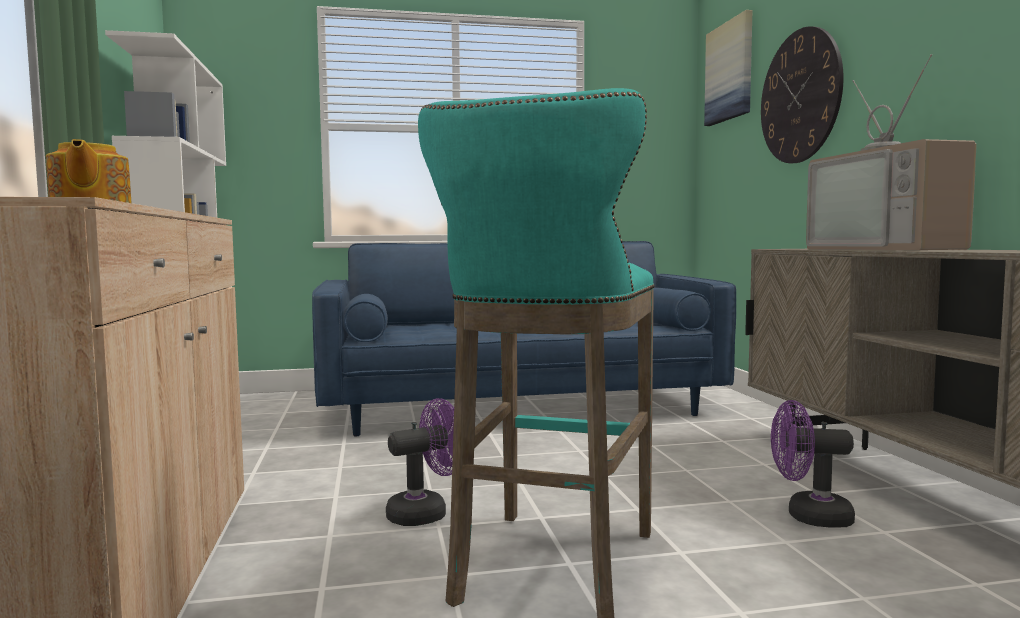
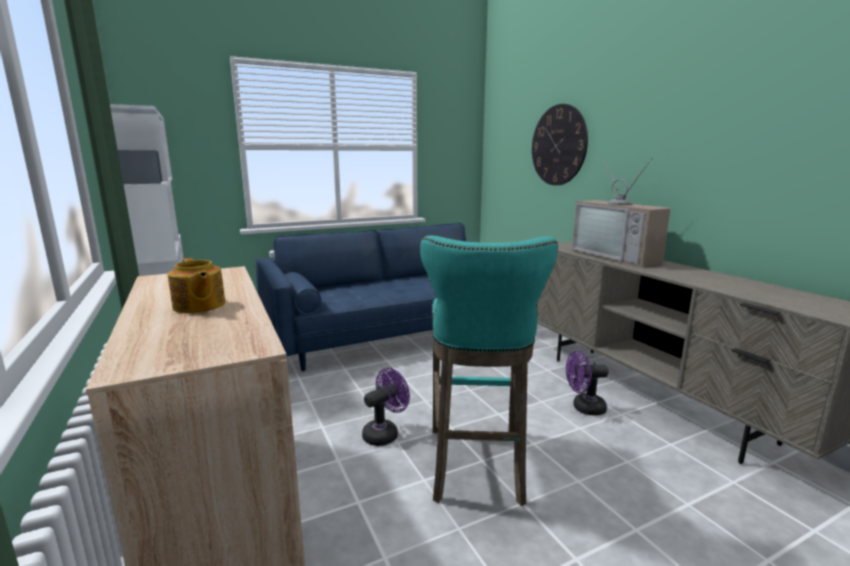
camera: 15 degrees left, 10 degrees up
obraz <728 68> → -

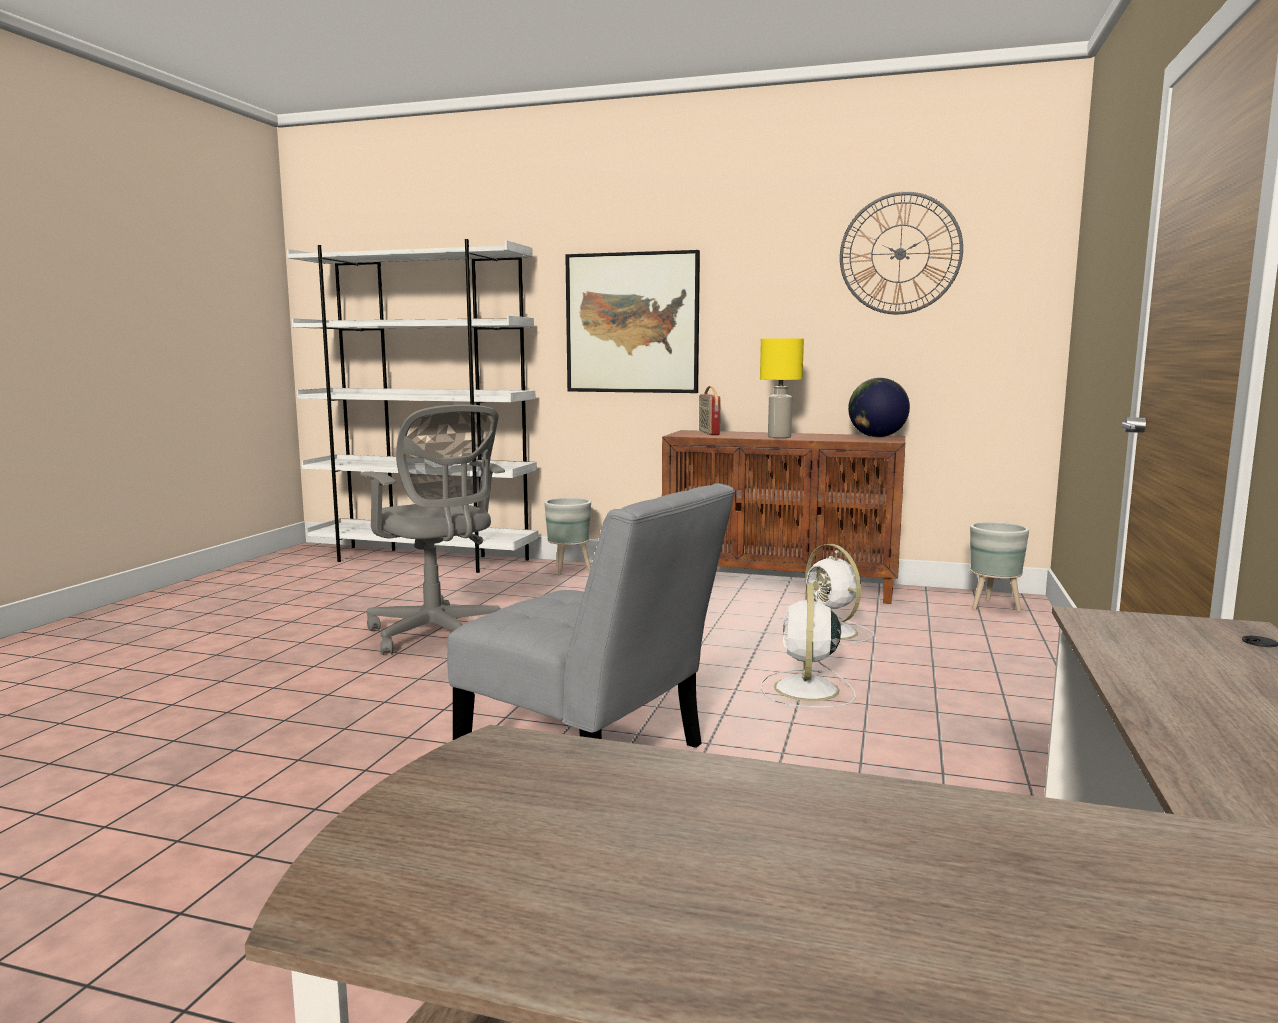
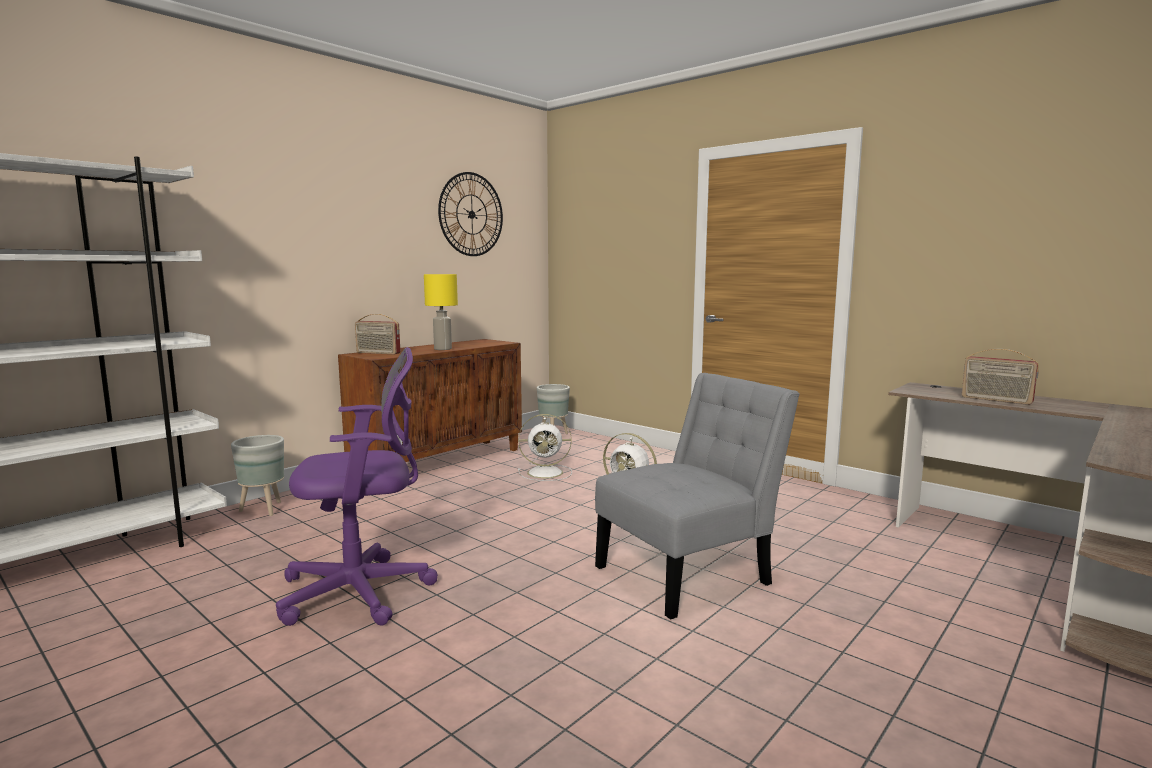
camera: 65 degrees left, 0 degrees up
obraz <632 321> → -
globus <879 407> → -
krzesło biurowe/szary <432 529> → krzesło biurowe/fioletowy <357 486>
- → radio <1000 377>

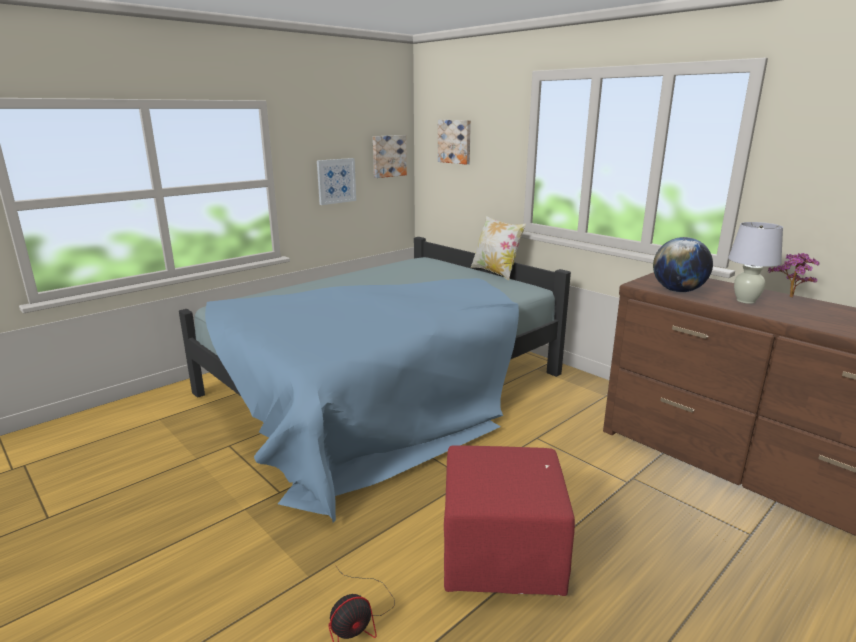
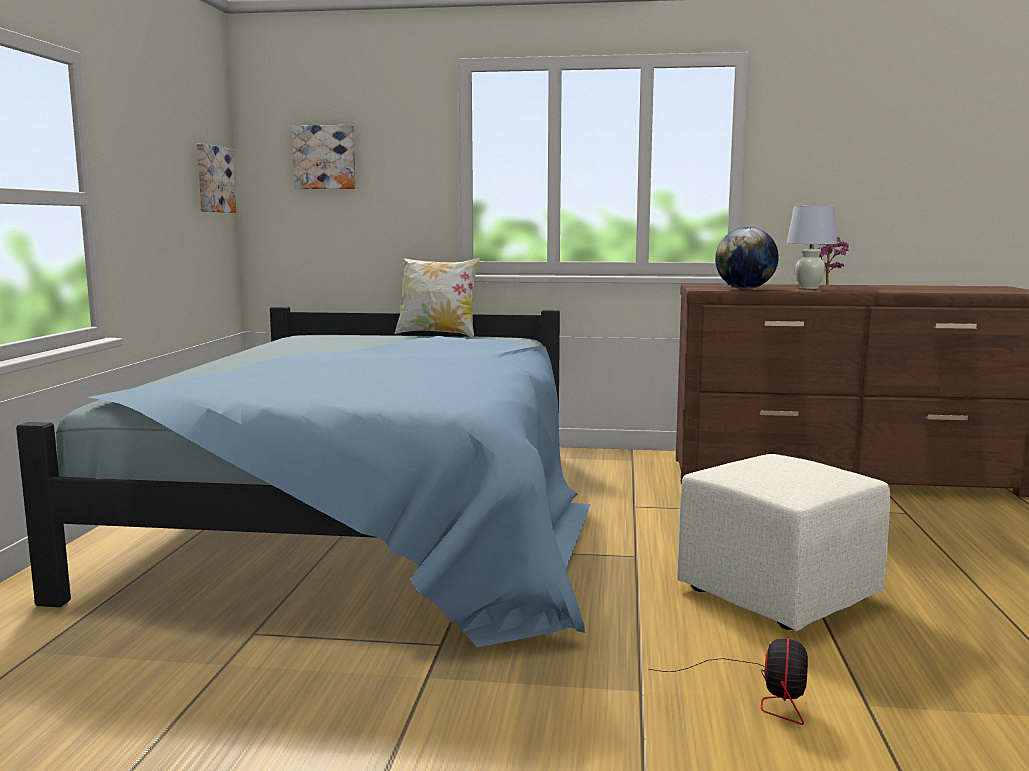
camera: 40 degrees left, 10 degrees down
obraz <336 181> → -
pufa/czerwony <509 520> → pufa/beżowy <783 542>

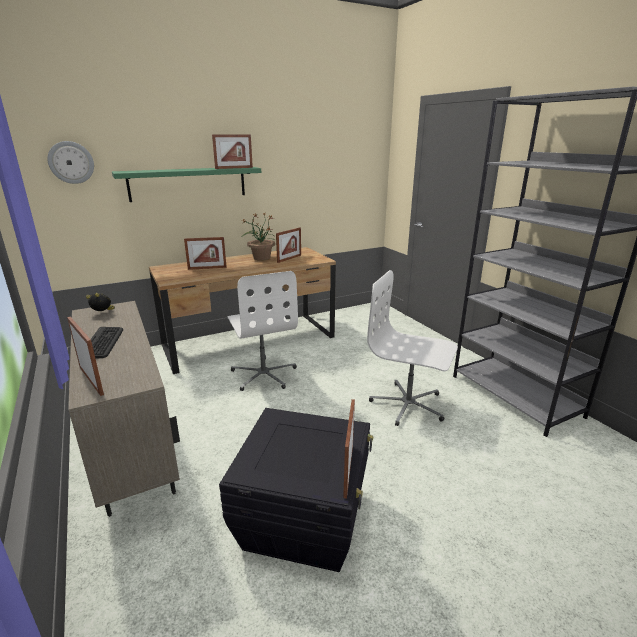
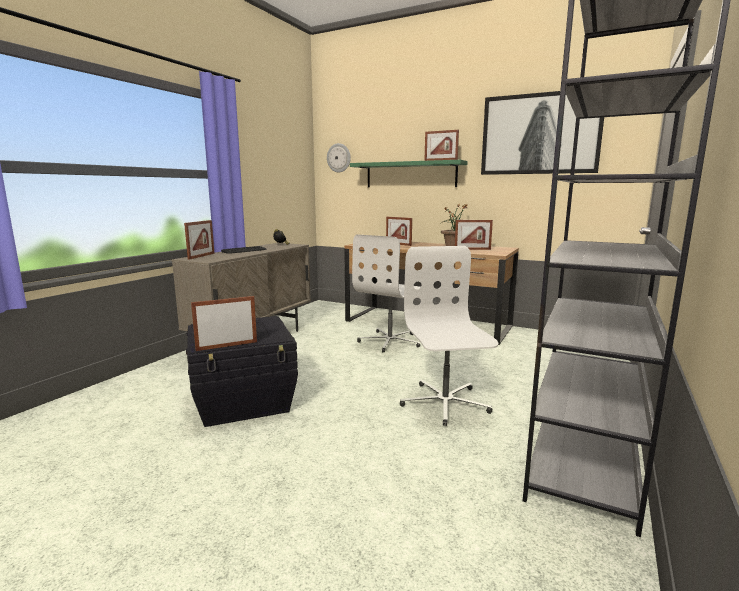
camera: 55 degrees right, 10 degrees down
- → obraz <542 133>

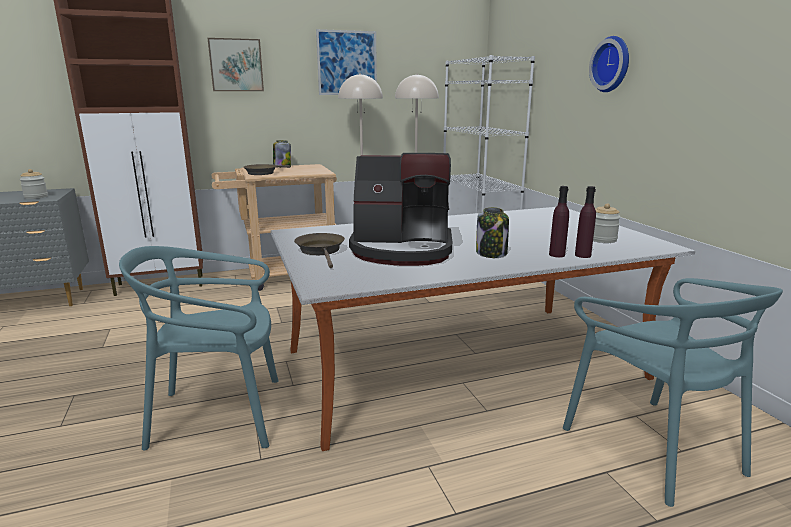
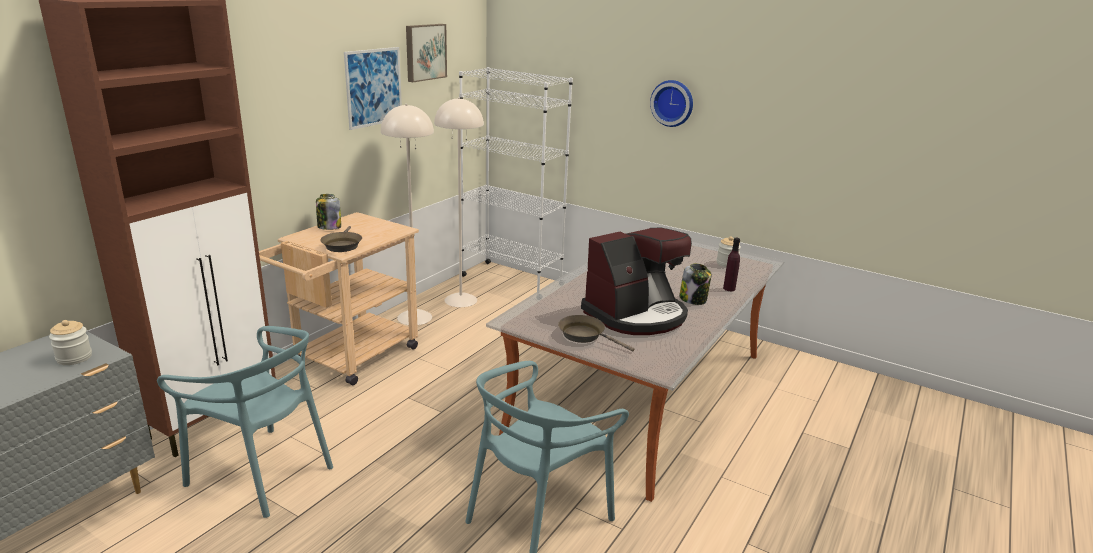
camera: 40 degrees left, 5 degrees up
obraz <236 64> → obraz <426 53>, move
butelka/fioletowy <585 222> → -
krzesło/turkusowy <673 392> → krzesło/turkusowy <245 422>, move

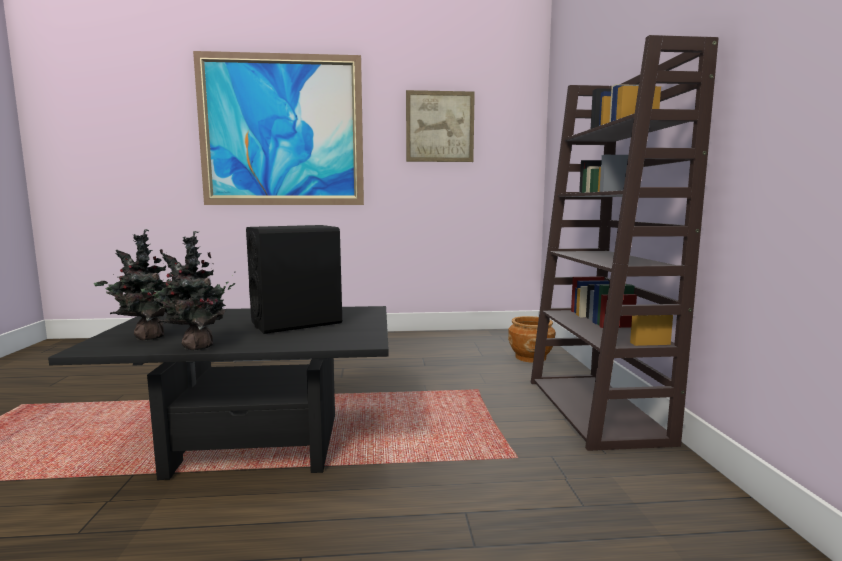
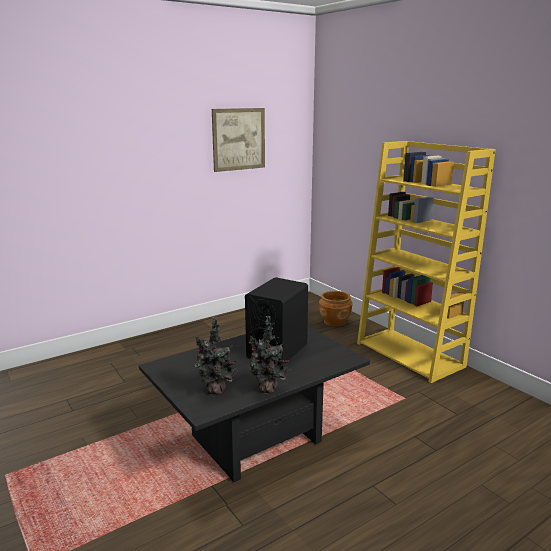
camera: 30 degrees left, 10 degrees up
regał/brązowy <625 243> → regał/żółty <426 262>
obraz <278 128> → -

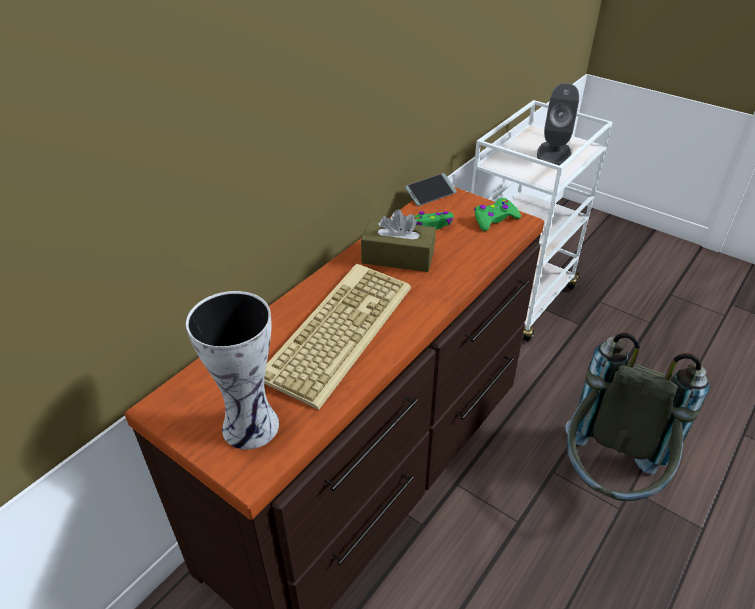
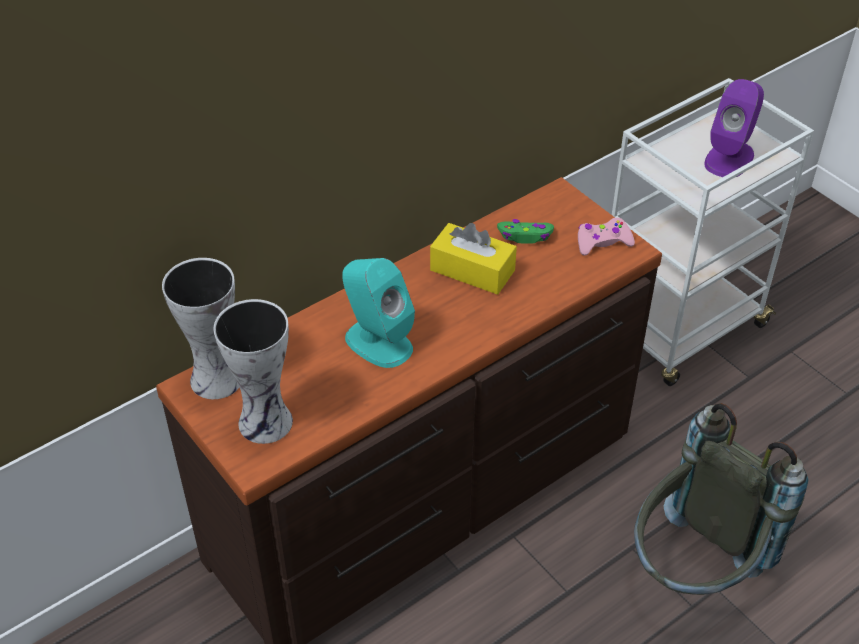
camera: 15 degrees right, 5 degrees up
głośnik/szary <558 124> → głośnik/fioletowy <734 128>
telefon <431 189> → -
pad do gier/zielony <497 214> → pad do gier/różowy <606 237>
pudełko chusteczek/brązowy <398 240> → pudełko chusteczek/żółty <473 259>
klawiatura <337 337> → głośnik/turkusowy <378 313>
- → wazon <200 328>

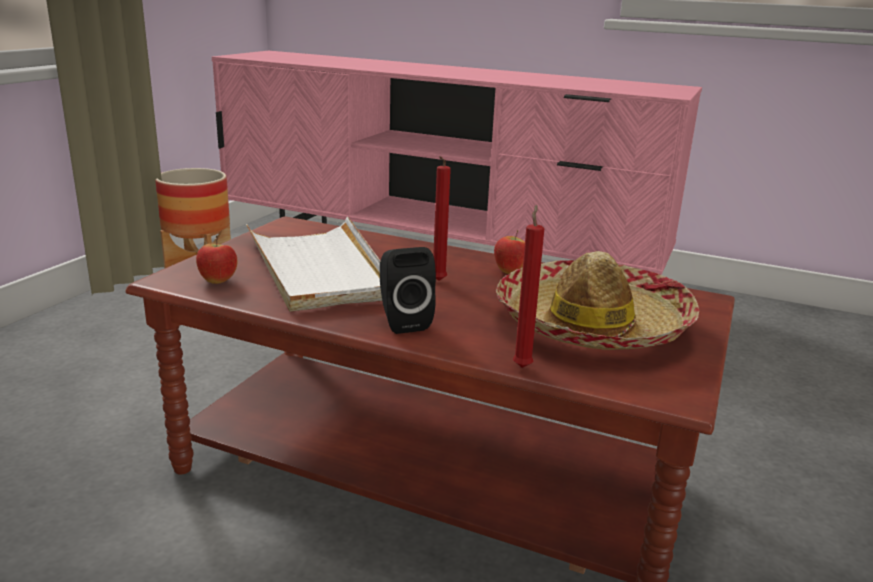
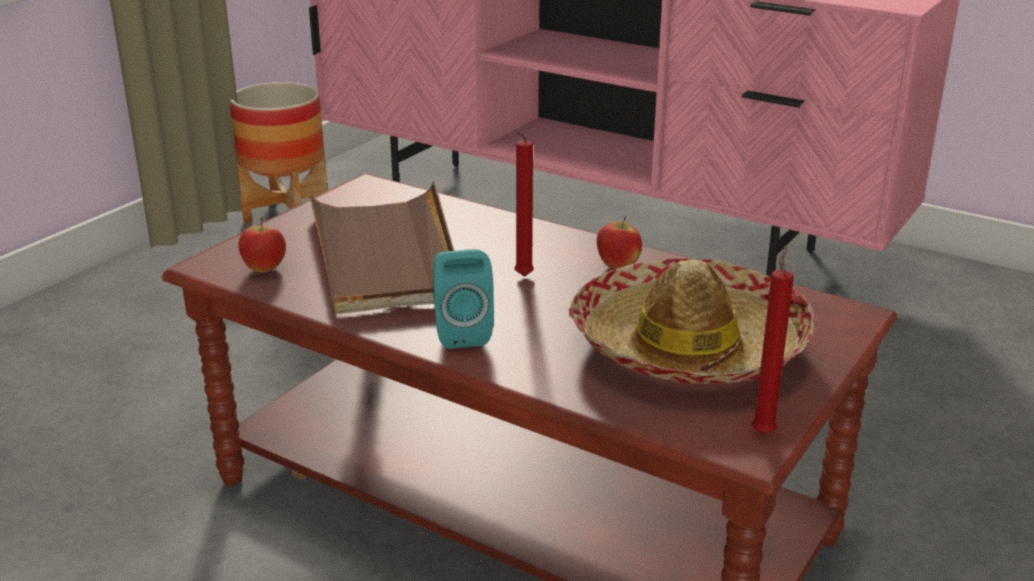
camera: 10 degrees right, 5 degrees up
świeca/czerwony <528 286> → świeca/czerwony <773 339>, move
taca/biały <314 264> → taca/brązowy <381 248>
głośnik/czarny <408 290> → głośnik/turkusowy <463 299>

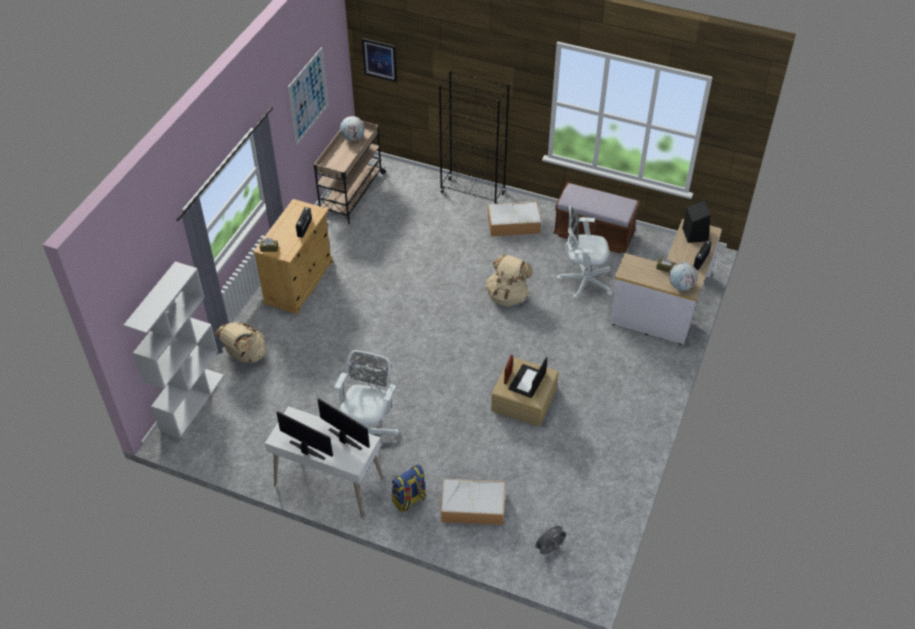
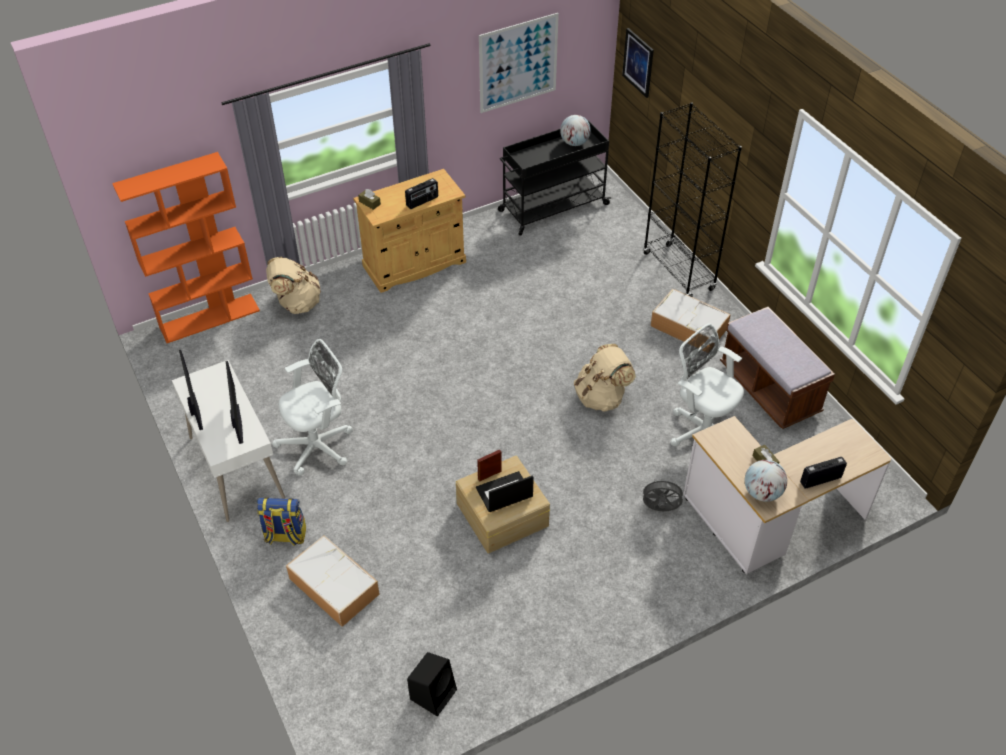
camera: 40 degrees right, 0 degrees up
wózek/beżowy <350 172> → wózek/czarny <554 178>
głośnik/czarny <696 222> → głośnik/czarny <432 684>, move
regał/biały <174 349> → regał/pomarańczowy <186 247>
wentylator/szary <549 538> → wentylator/szary <663 494>, move

